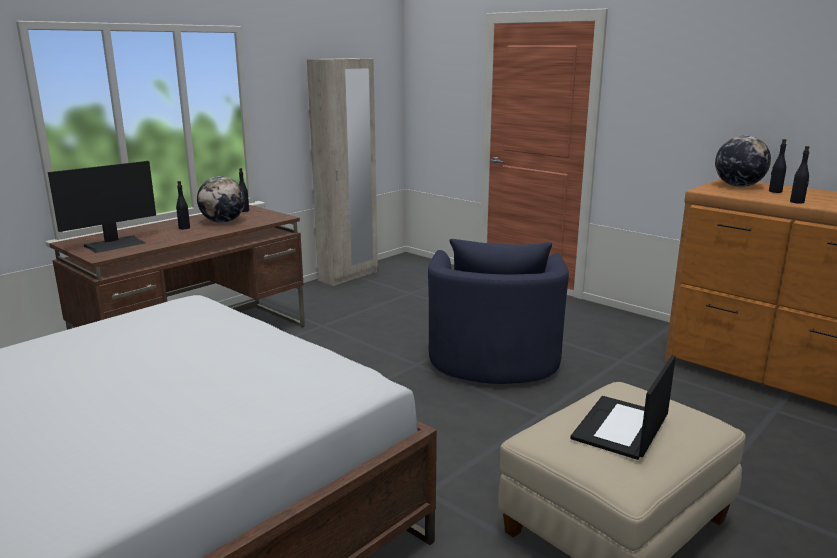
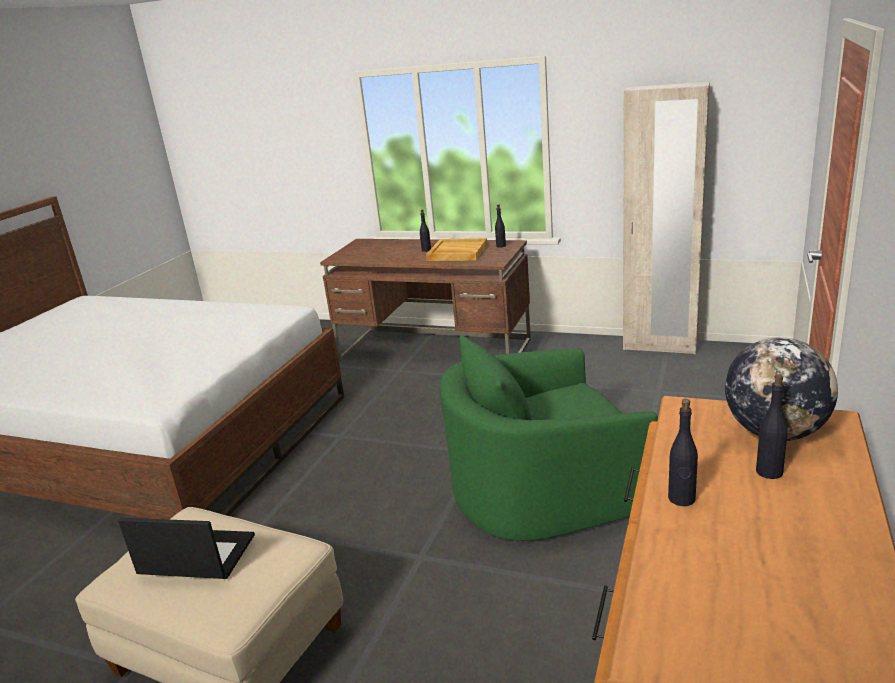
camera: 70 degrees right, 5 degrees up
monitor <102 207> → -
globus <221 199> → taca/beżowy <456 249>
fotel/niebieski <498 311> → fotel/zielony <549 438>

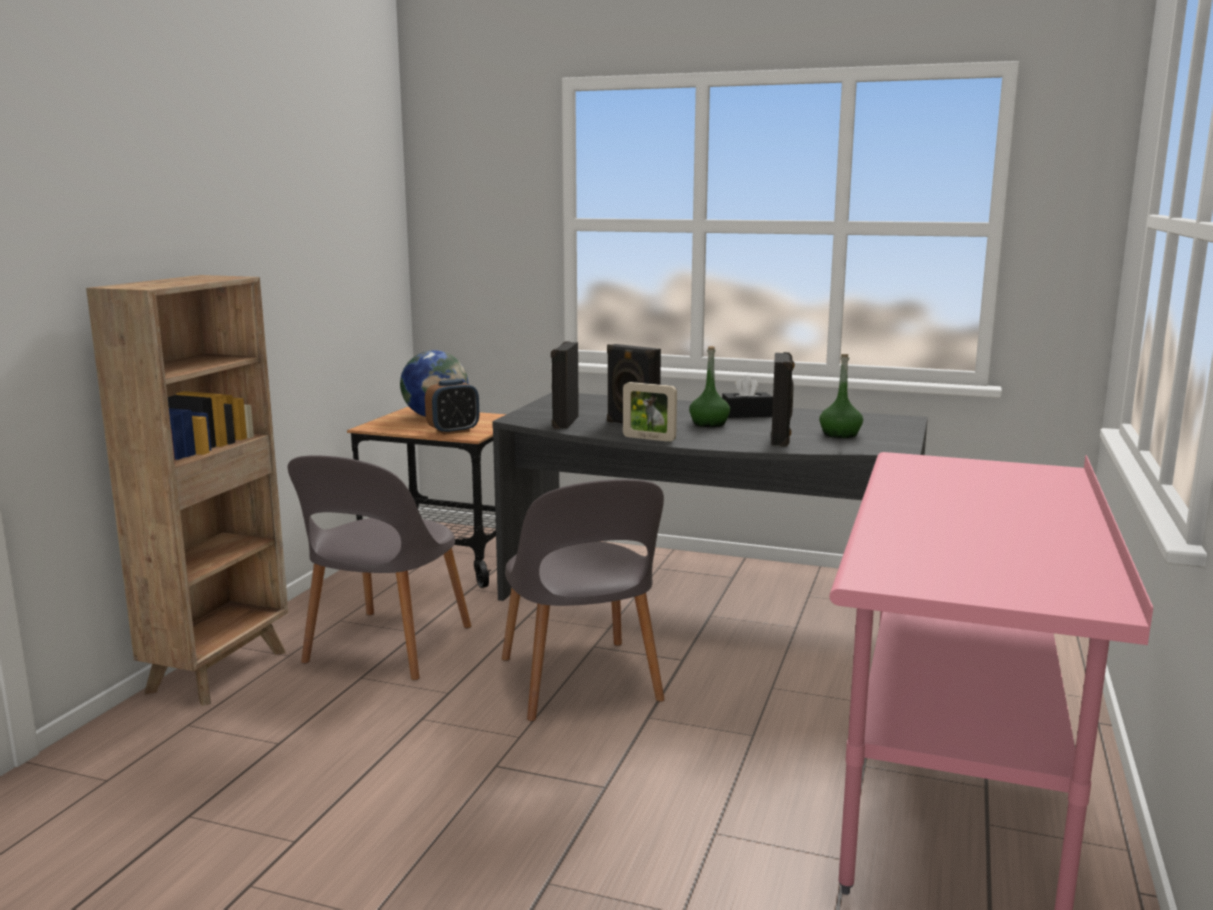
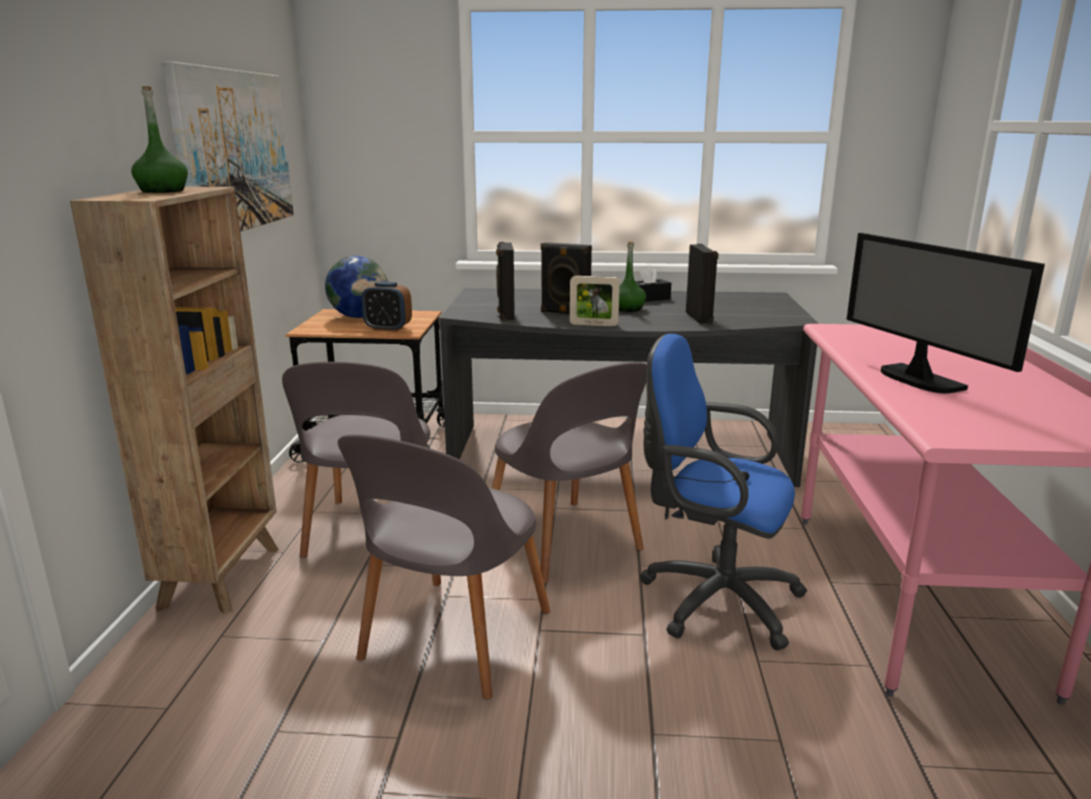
camera: 15 degrees left, 5 degrees up
butelka/zielony <841 396> → butelka/zielony <159 139>, move
budzik <452 407> → budzik <386 307>, 60 degrees clockwise
- → obraz <228 146>
- → monitor <946 313>
- → krzesło biurowe/niebieski <723 492>
- → krzesło/szary <444 567>

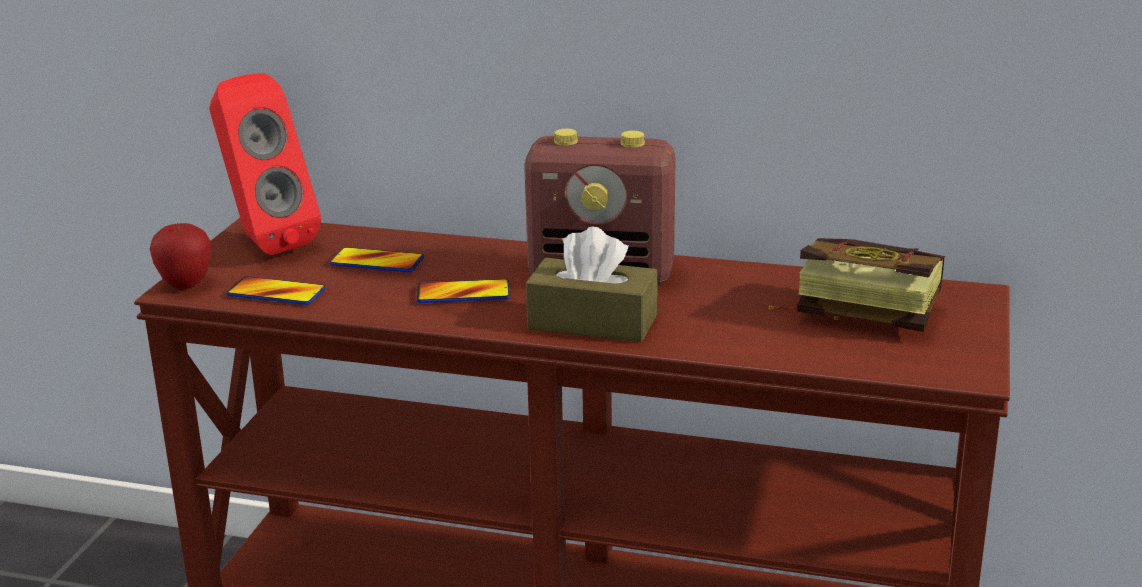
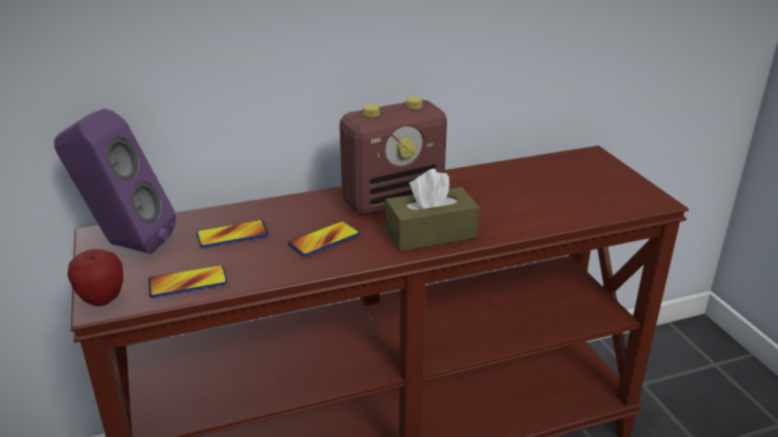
camera: 35 degrees left, 5 degrees up
głośnik/czerwony <265 164> → głośnik/fioletowy <115 181>
książka <856 285> → -

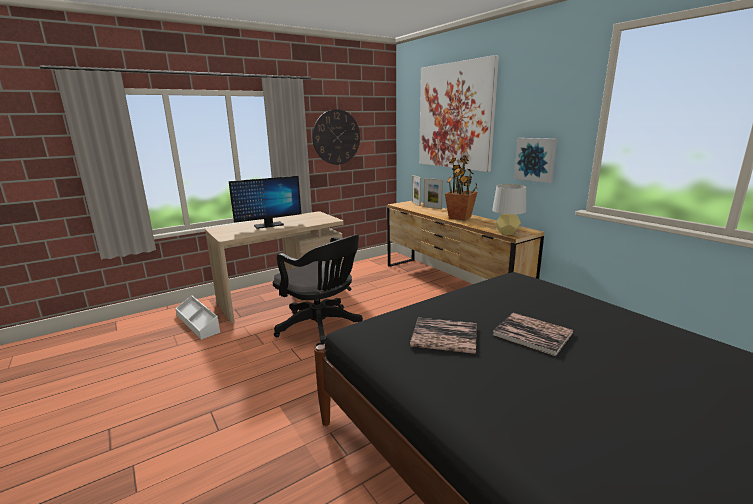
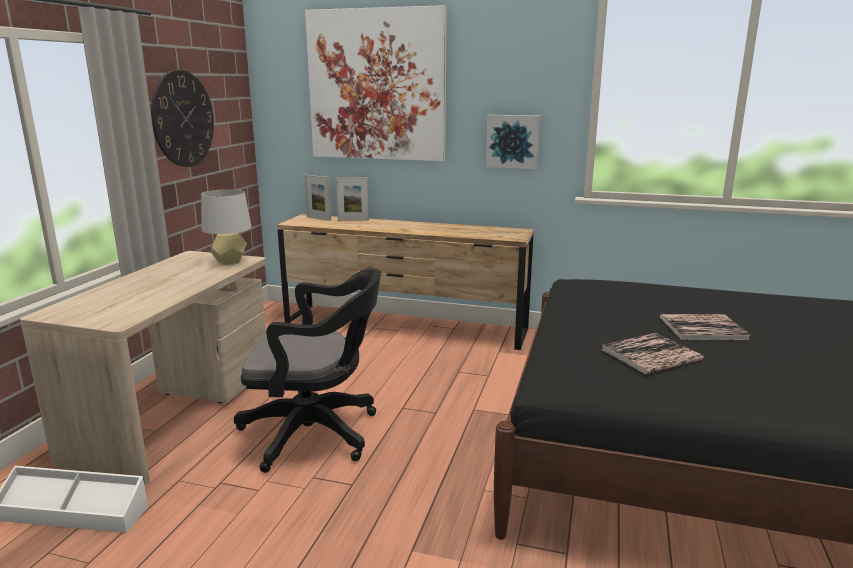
camera: 40 degrees left, 0 degrees up
roślina doniczkowa <461 187> → -
monitor <265 202> → -
lampa stołowa/szary <509 209> → lampa stołowa/szary <226 227>, move

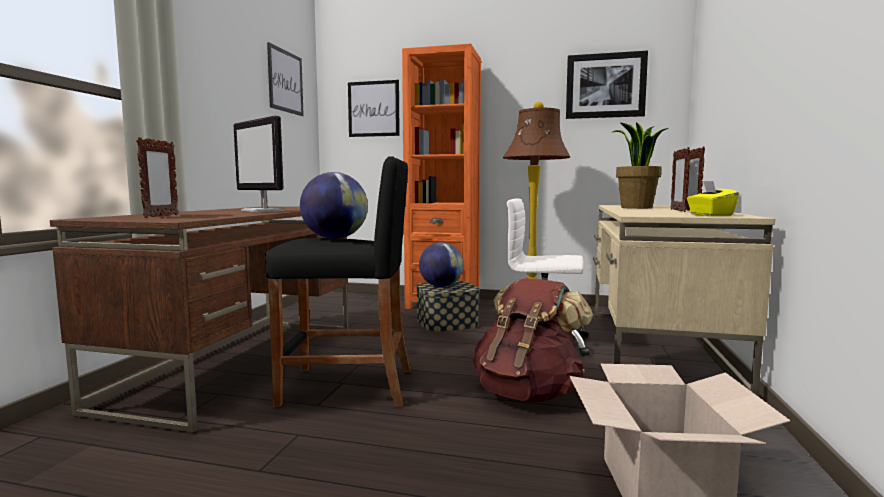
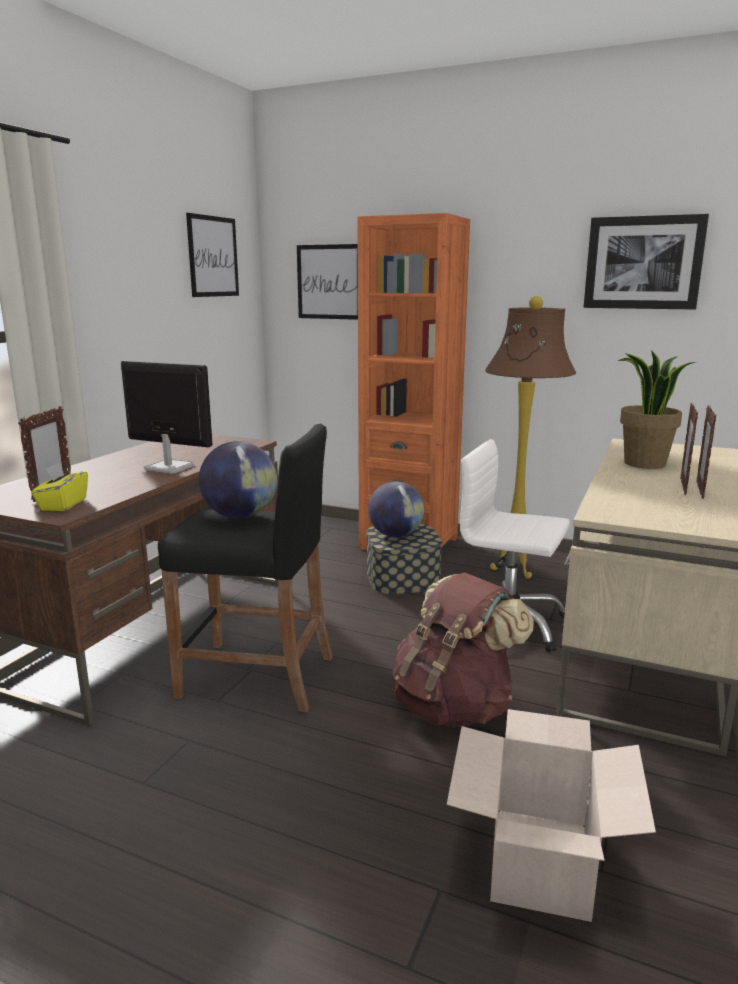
camera: 10 degrees right, 10 degrees up
monitor <259 164> → monitor <167 417>, 150 degrees clockwise
pudełko chusteczek/żółty <713 198> → pudełko chusteczek/żółty <59 486>, move

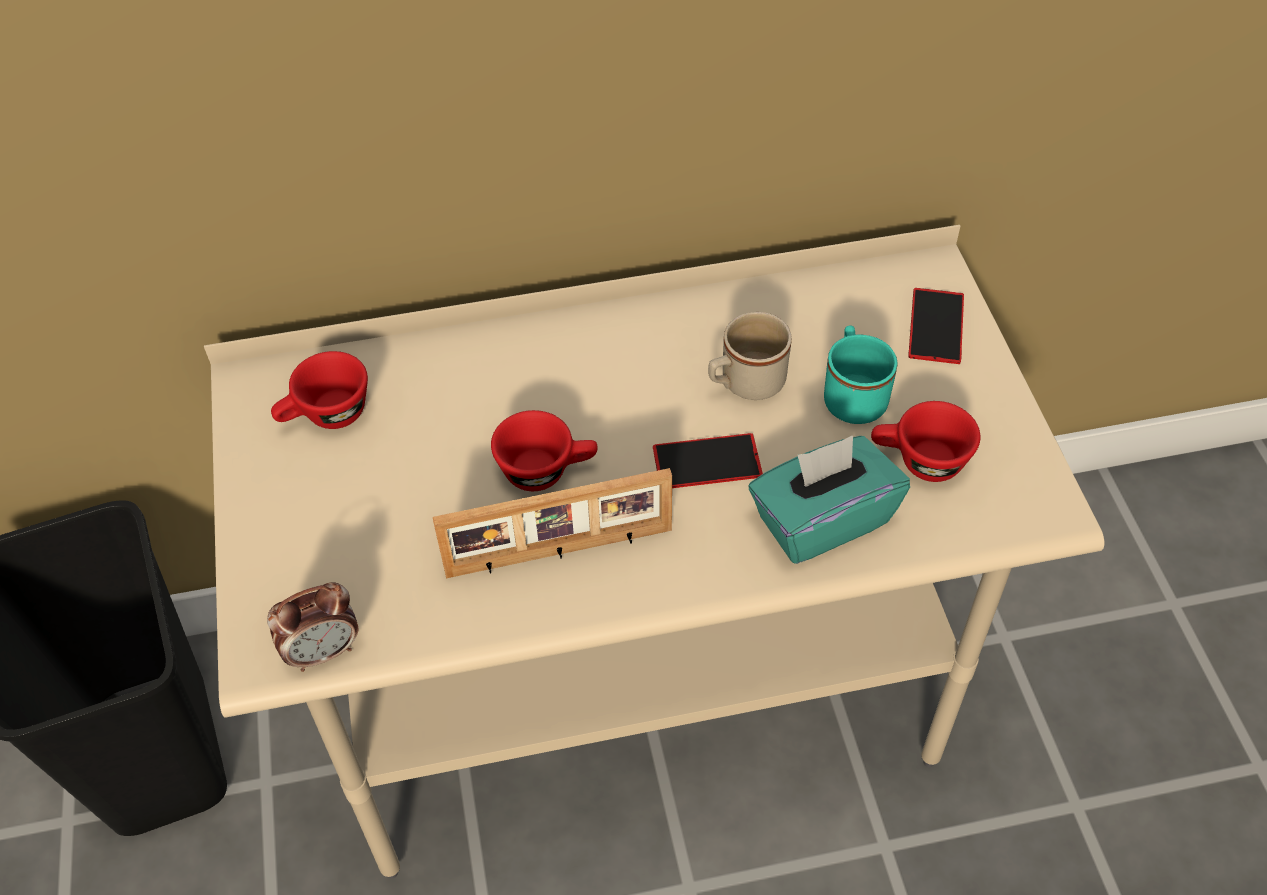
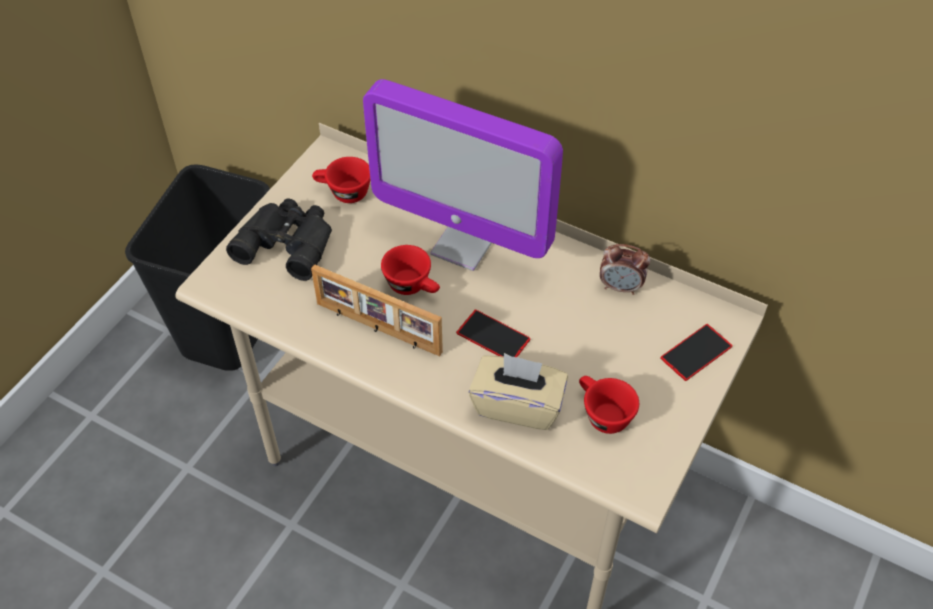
camera: 40 degrees right, 0 degrees up
kubek/beżowy <750 356> → -
kubek/turkusowy <861 375> → -
pudełko chusteczek/turkusowy <829 499> → pudełko chusteczek/beżowy <518 391>
budzik <312 627> → budzik <625 269>, move
- → monitor <463 175>
- → lornetka/czarny <279 239>

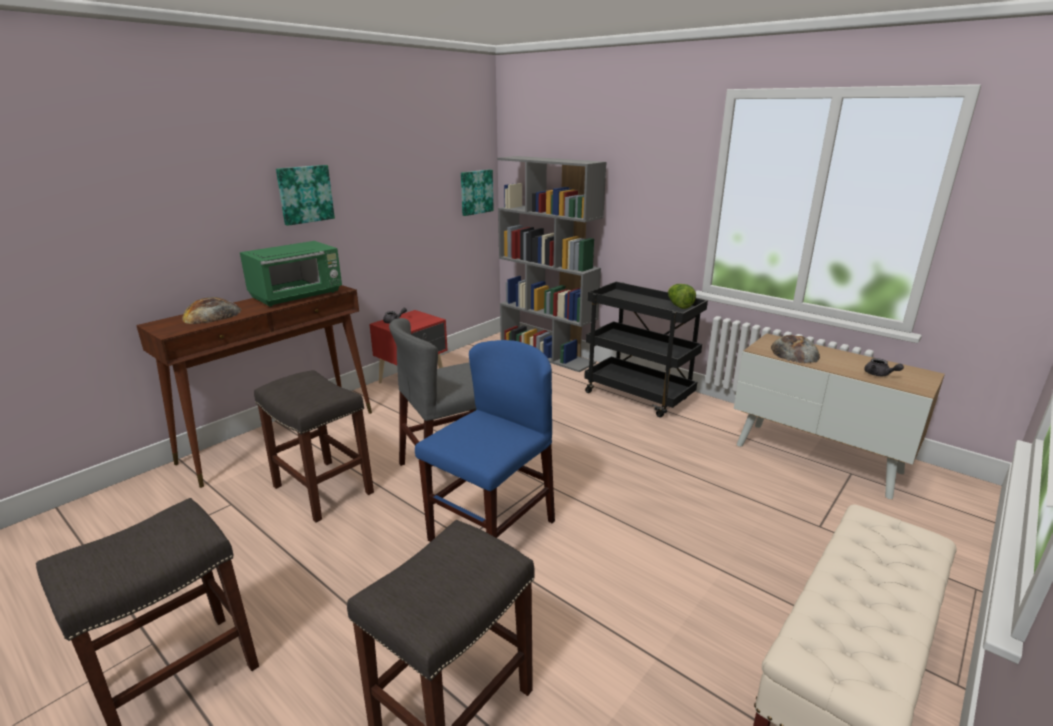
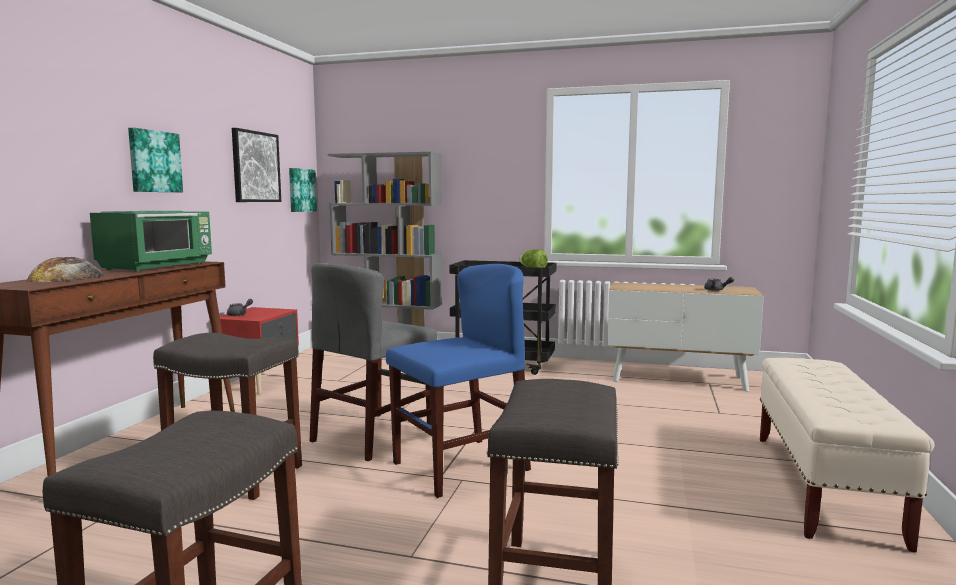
camera: 25 degrees left, 15 degrees down
chleb <795 349> → -
krzesło/niebieski <485 441> → krzesło/niebieski <458 381>, 45 degrees clockwise
- → obraz <256 165>

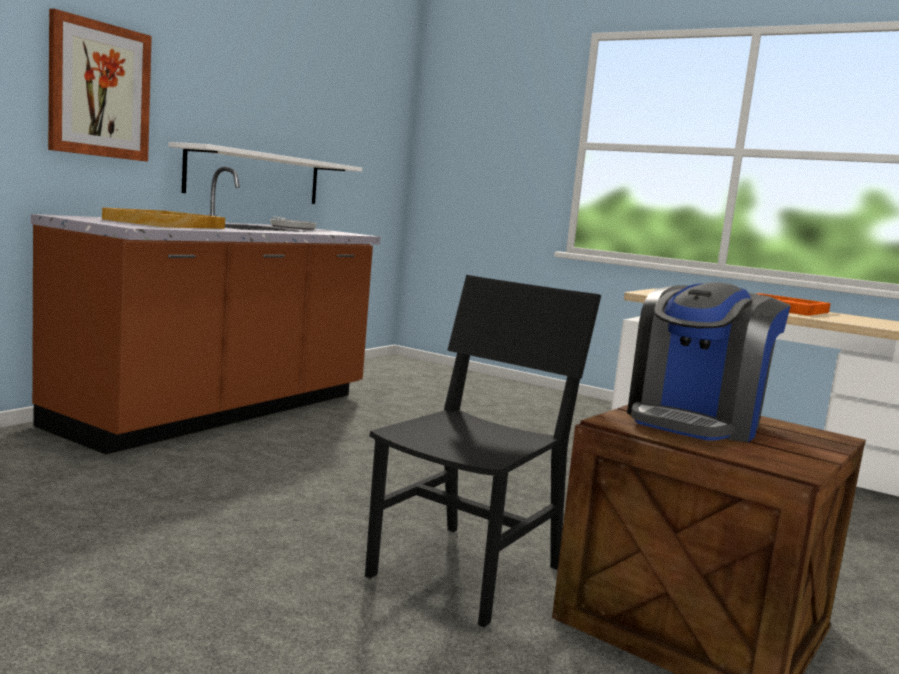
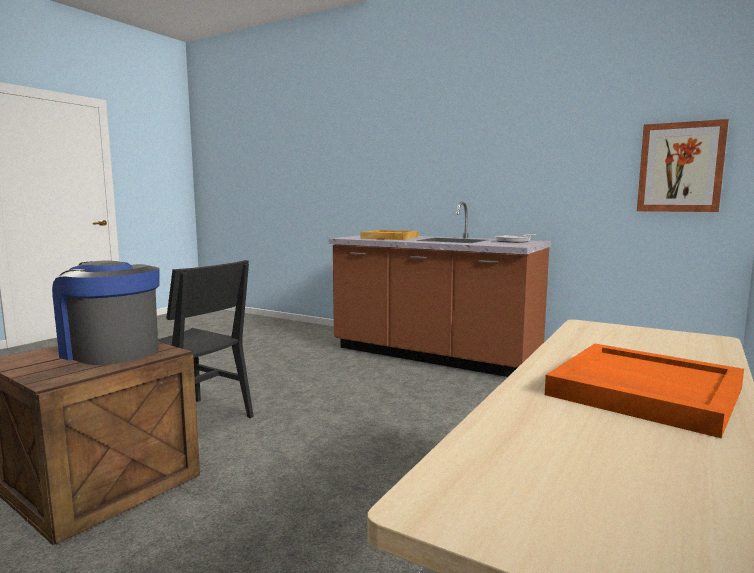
camera: 90 degrees right, 0 degrees up
obraz <100 85> → obraz <683 165>, move
półka/biały <265 173> → -

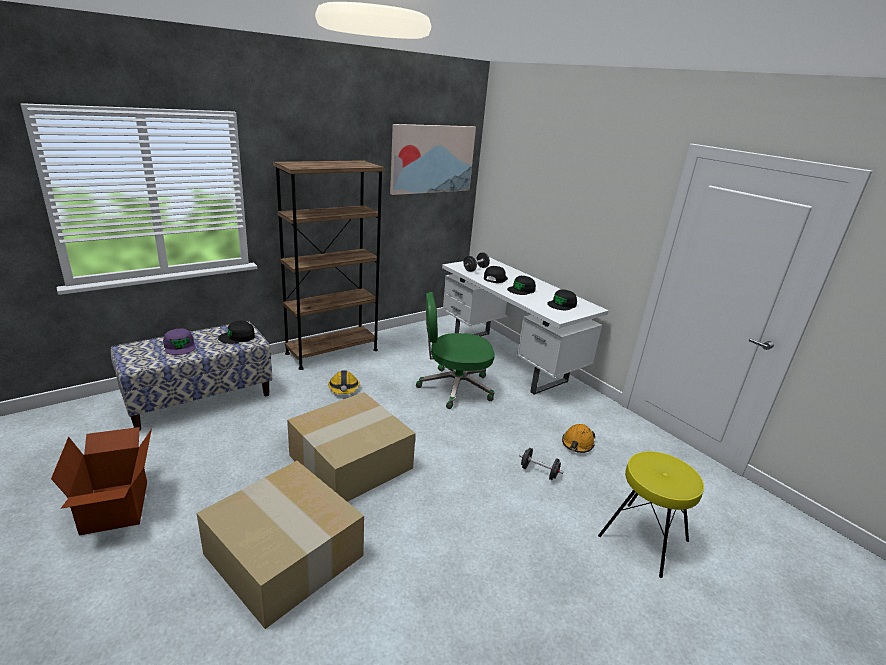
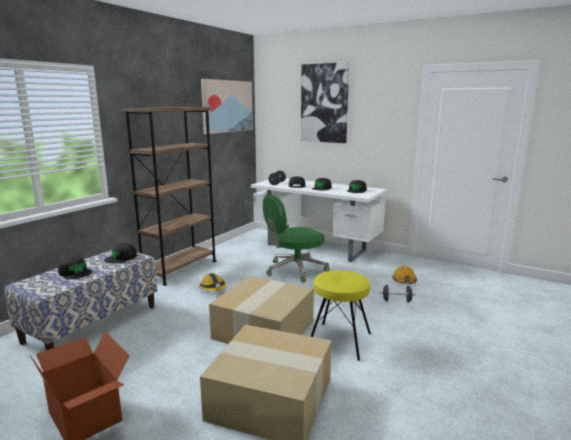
camera: 20 degrees left, 10 degrees down
czapka z daszkiem/fioletowy <179 341> → czapka z daszkiem/czarny <75 268>
stołek/żółty <651 514> → stołek/żółty <340 315>, move
- → obraz <325 102>

